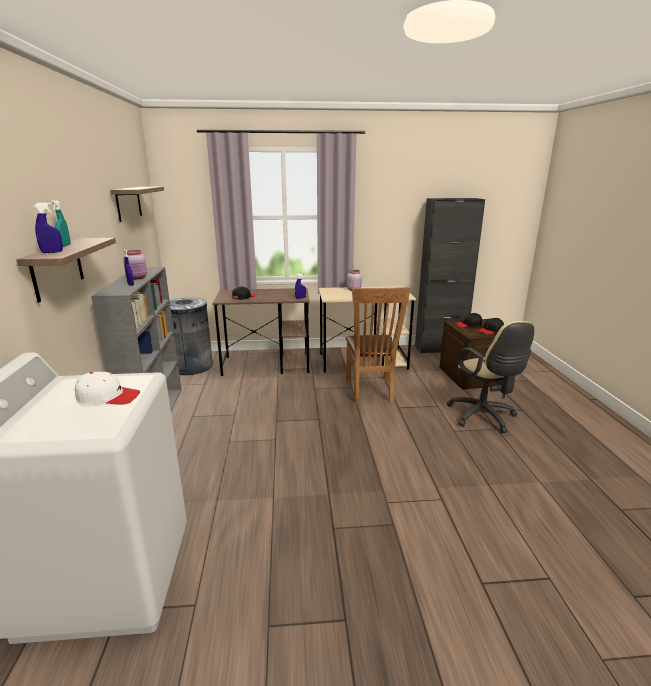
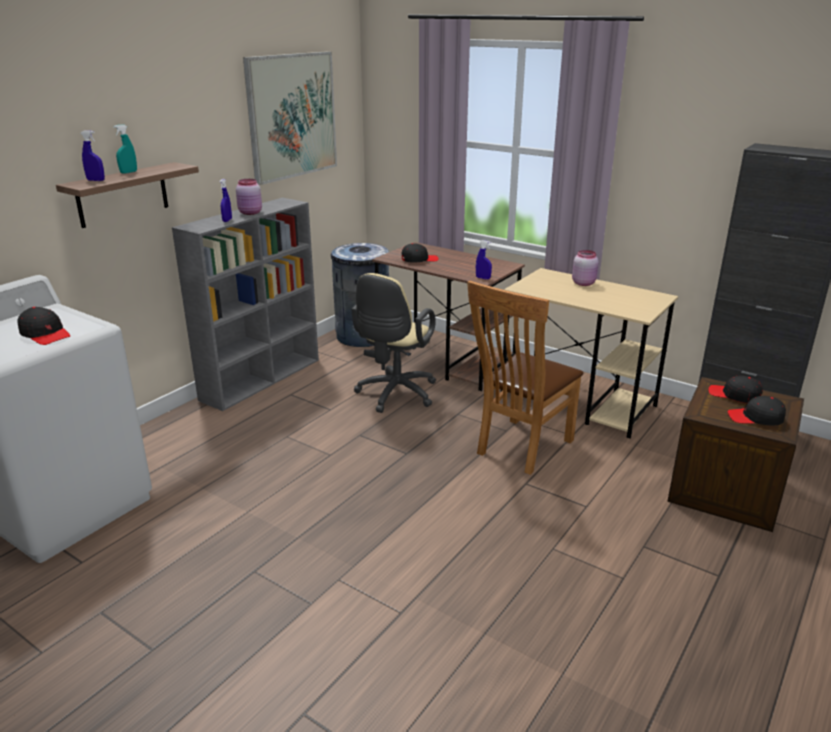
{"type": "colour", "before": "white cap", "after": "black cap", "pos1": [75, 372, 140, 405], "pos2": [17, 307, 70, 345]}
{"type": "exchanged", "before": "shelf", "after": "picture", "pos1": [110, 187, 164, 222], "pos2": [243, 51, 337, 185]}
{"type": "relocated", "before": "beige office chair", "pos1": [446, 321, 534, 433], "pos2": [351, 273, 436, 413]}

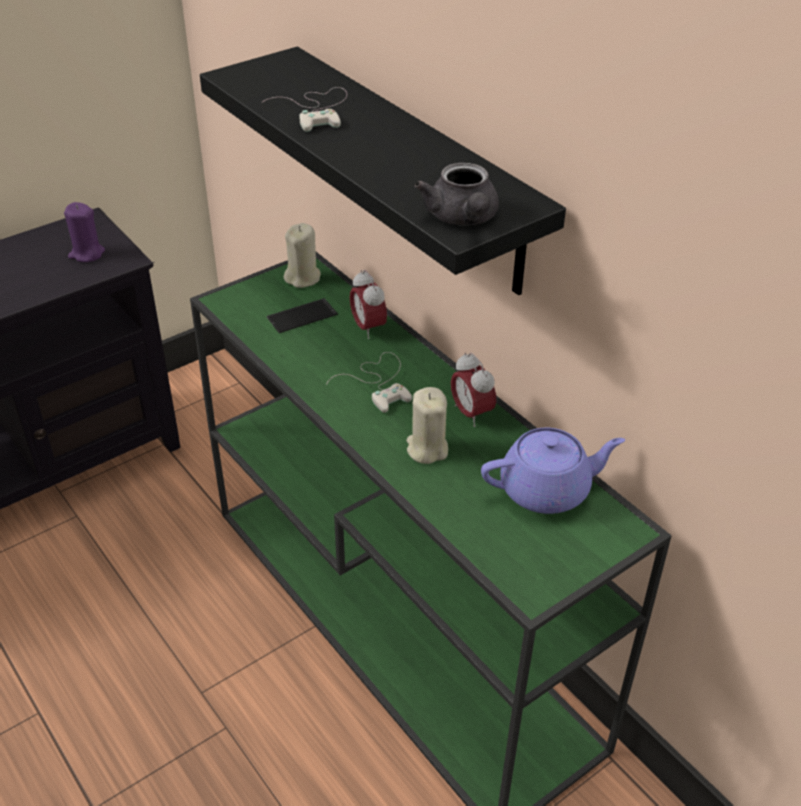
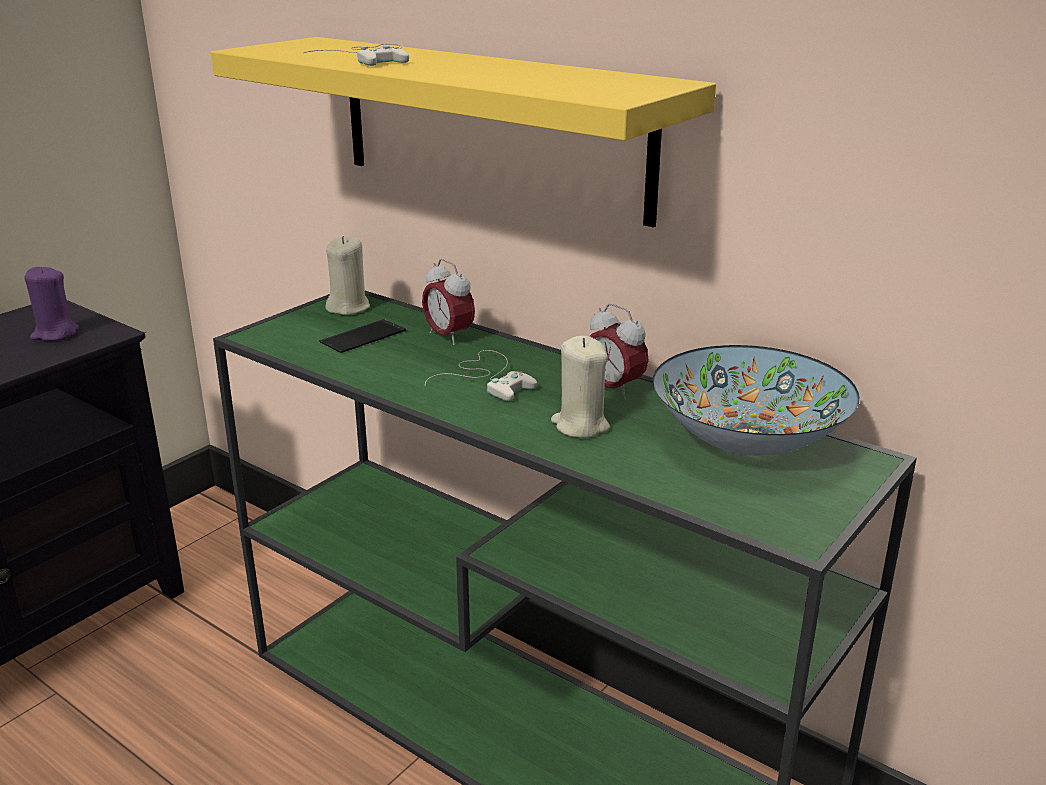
{"type": "colour", "before": "black shelf", "after": "yellow shelf", "pos1": [200, 47, 566, 295], "pos2": [211, 37, 716, 228]}
{"type": "missing", "before": "grey teapot", "pos1": [415, 163, 499, 225]}
{"type": "exchanged", "before": "purple teapot", "after": "bowl", "pos1": [481, 428, 625, 514], "pos2": [653, 345, 860, 456]}

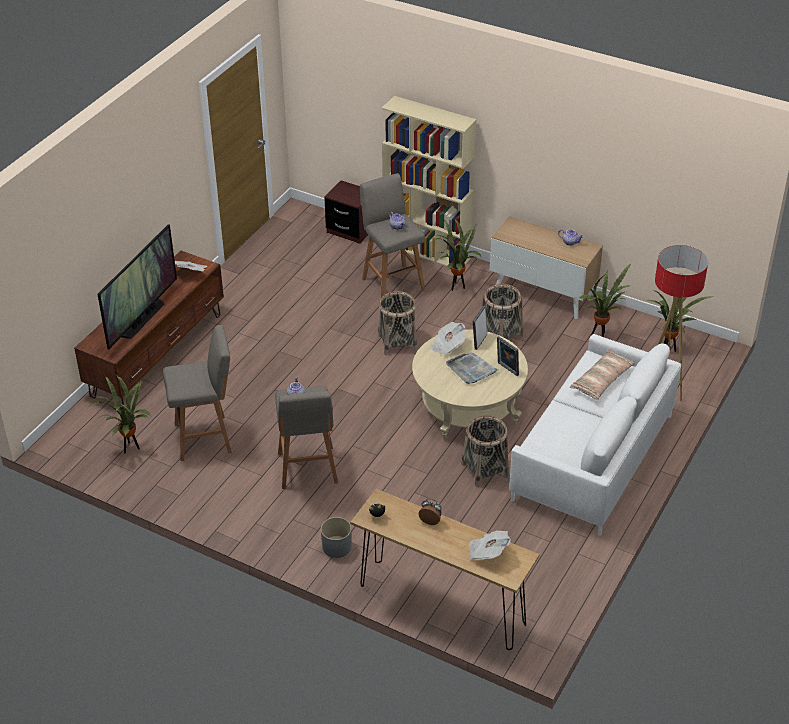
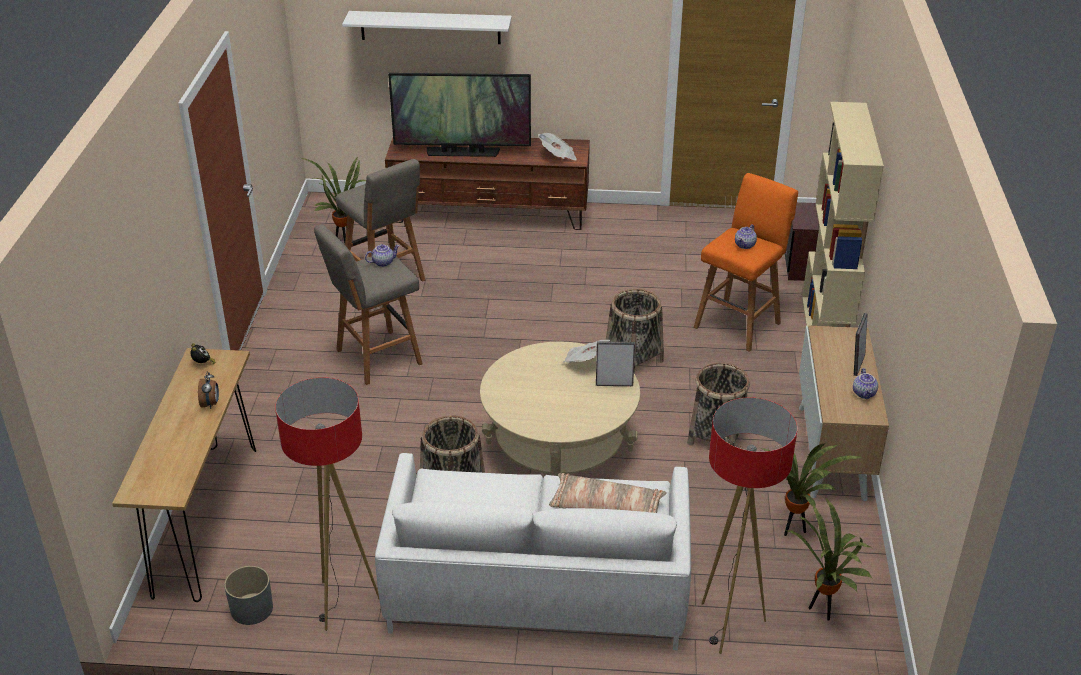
{"type": "relocated", "before": "grey planter", "pos1": [321, 517, 352, 558], "pos2": [224, 566, 273, 625]}
{"type": "colour", "before": "grey stool", "after": "orange stool", "pos1": [360, 173, 425, 297], "pos2": [694, 173, 798, 352]}
{"type": "missing", "before": "potted plant", "pos1": [432, 218, 481, 291]}
{"type": "missing", "before": "grey tray", "pos1": [446, 352, 498, 384]}
{"type": "missing", "before": "newspaper", "pos1": [469, 531, 511, 560]}
{"type": "relocated", "before": "picture frame", "pos1": [497, 336, 519, 376], "pos2": [854, 313, 868, 376]}
{"type": "appeared", "after": "floor lamp", "pos2": [275, 377, 379, 631]}
{"type": "appeared", "after": "white shelf", "pos2": [342, 11, 512, 44]}

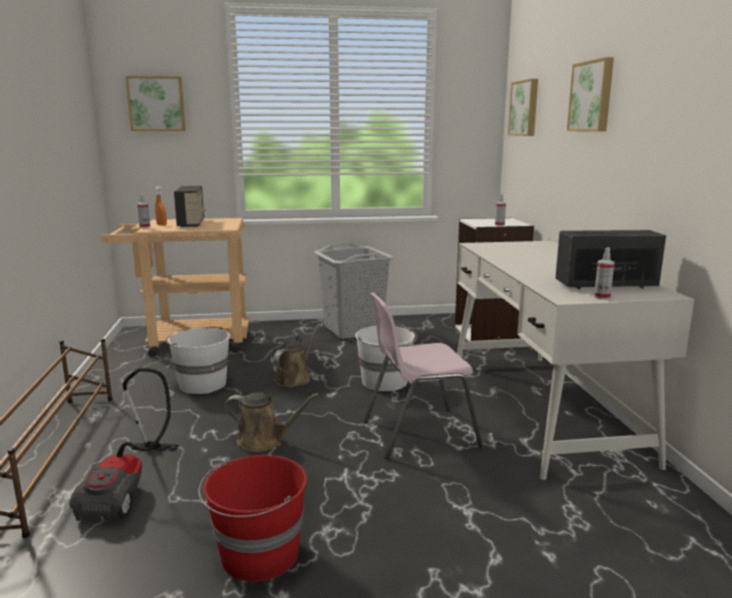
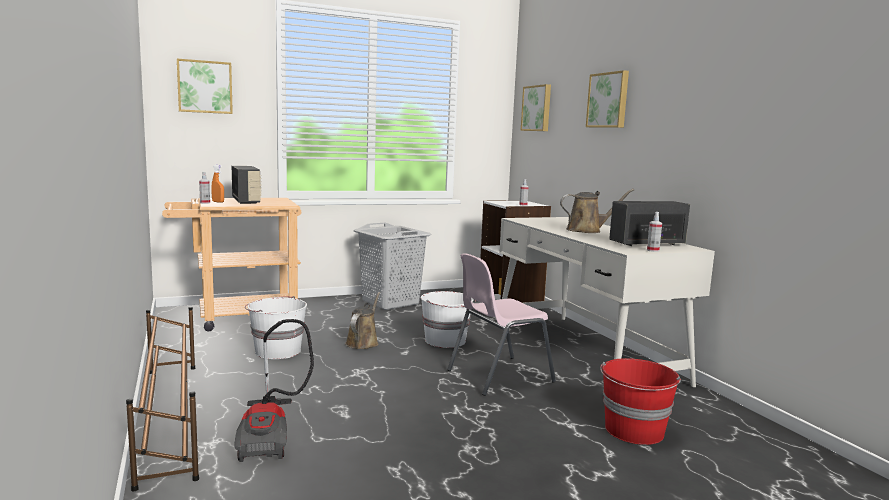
{"type": "relocated", "before": "red bucket", "pos1": [198, 455, 307, 582], "pos2": [600, 358, 681, 445]}
{"type": "relocated", "before": "brown watering can", "pos1": [224, 392, 319, 452], "pos2": [560, 189, 634, 233]}

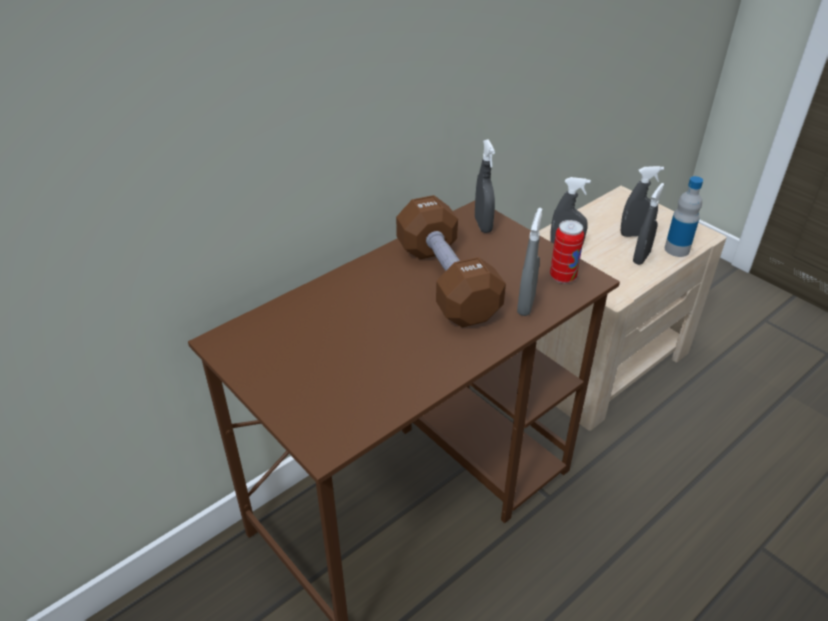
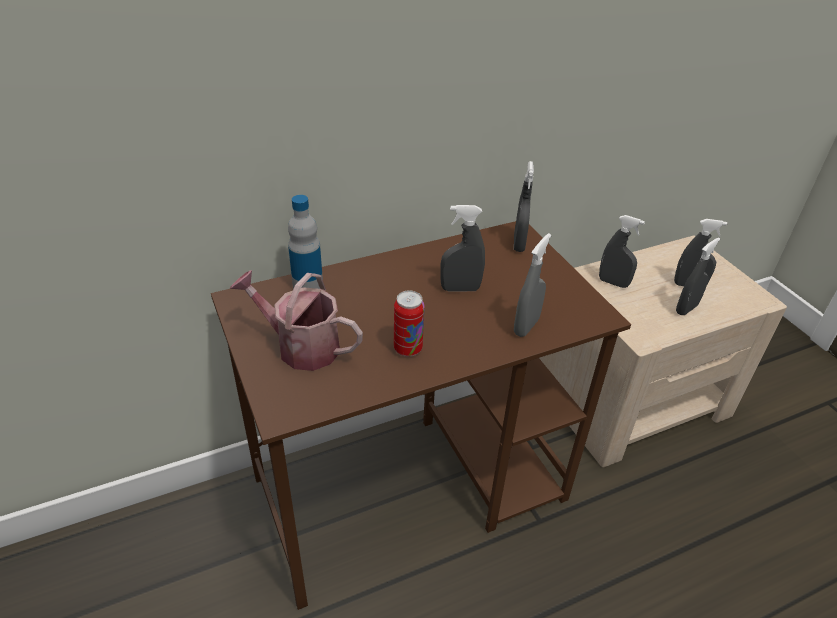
{"type": "exchanged", "before": "brown dumbbell", "after": "grey spray bottle", "pos1": [396, 195, 506, 327], "pos2": [440, 205, 485, 292]}
{"type": "relocated", "before": "can", "pos1": [550, 220, 584, 284], "pos2": [394, 290, 425, 357]}
{"type": "relocated", "before": "bottle", "pos1": [665, 176, 703, 257], "pos2": [288, 195, 323, 289]}
{"type": "appeared", "after": "watering can", "pos2": [230, 270, 363, 371]}

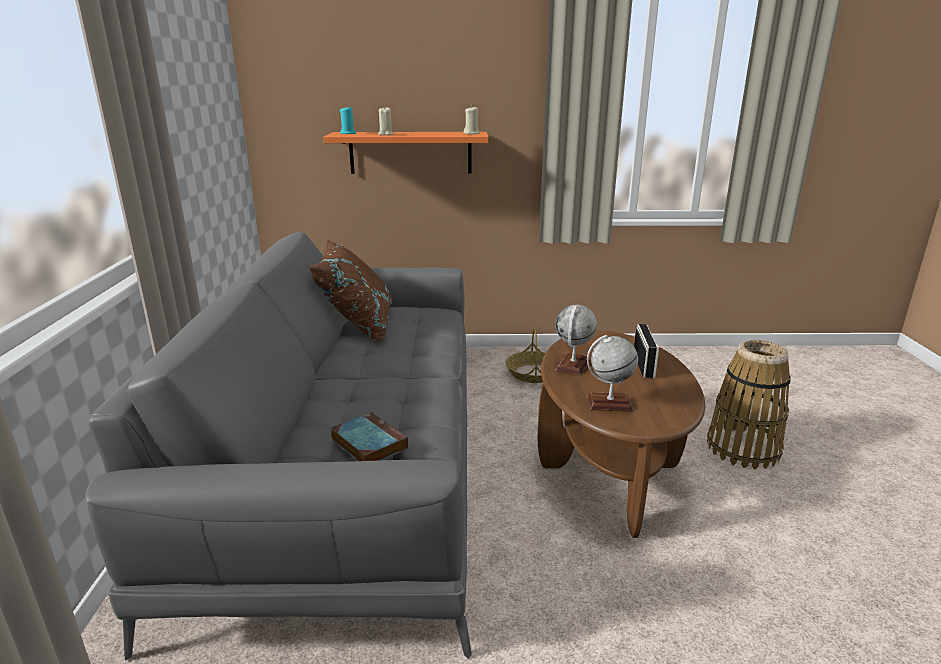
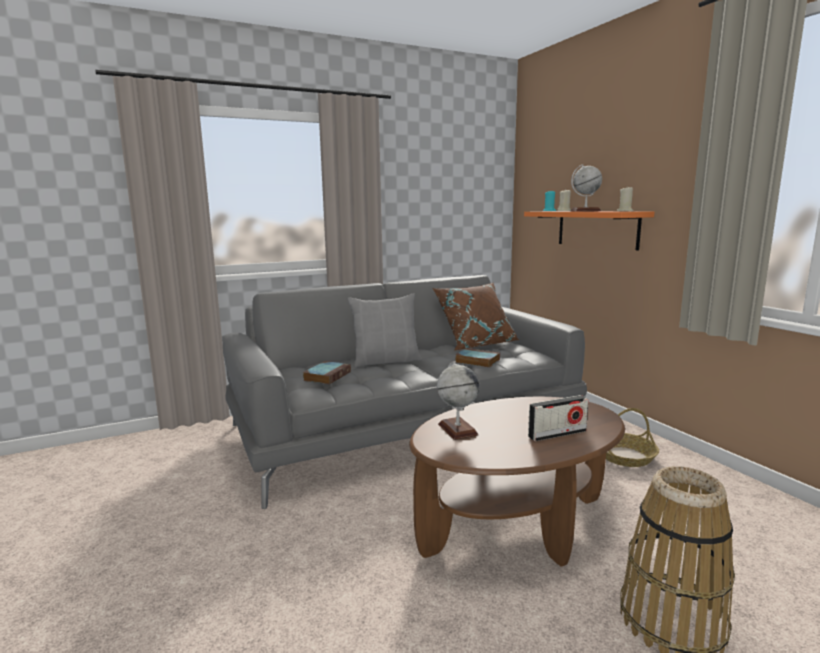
{"type": "relocated", "before": "globe", "pos1": [556, 305, 597, 375], "pos2": [571, 164, 602, 212]}
{"type": "appeared", "after": "grey pillow", "pos2": [347, 293, 422, 368]}
{"type": "appeared", "after": "book", "pos2": [455, 348, 500, 367]}

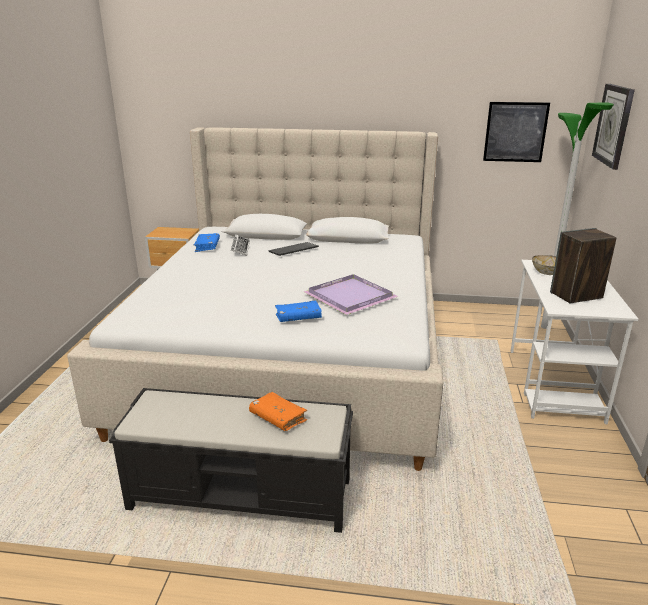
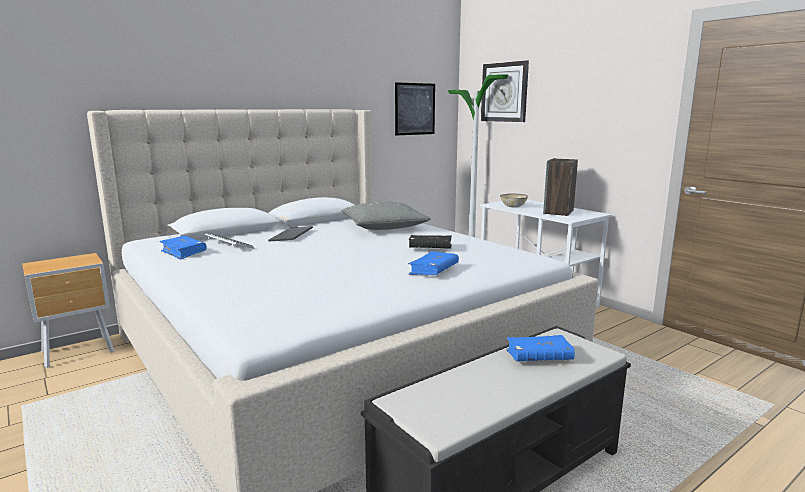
{"type": "colour", "before": "orange book", "after": "blue book", "pos1": [249, 392, 307, 431], "pos2": [506, 335, 575, 361]}
{"type": "exchanged", "before": "purple tray", "after": "black book", "pos1": [304, 274, 398, 315], "pos2": [409, 235, 452, 249]}
{"type": "appeared", "after": "grey pillow", "pos2": [341, 202, 431, 230]}

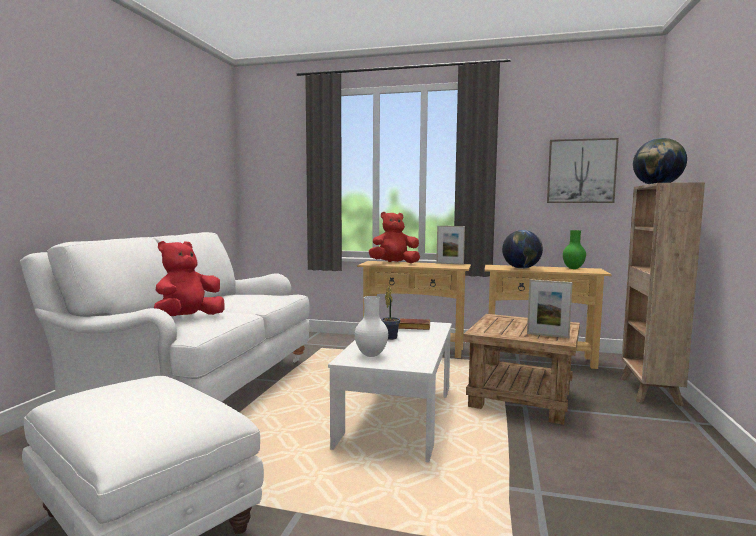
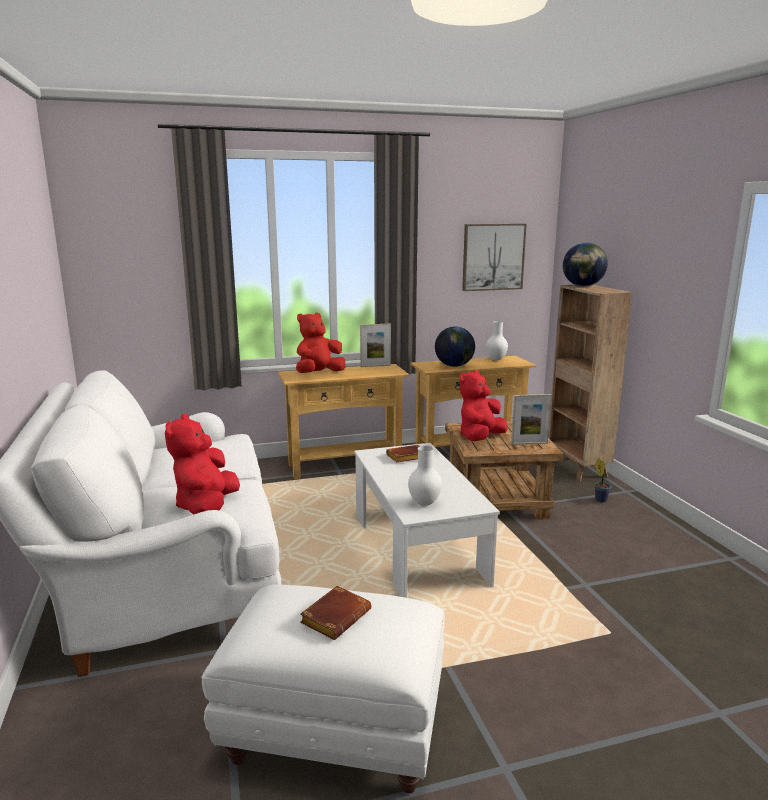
{"type": "relocated", "before": "potted plant", "pos1": [381, 286, 400, 340], "pos2": [594, 457, 611, 503]}
{"type": "colour", "before": "green vase", "after": "white vase", "pos1": [563, 230, 586, 269], "pos2": [486, 321, 508, 361]}
{"type": "appeared", "after": "brown book", "pos2": [300, 586, 371, 640]}
{"type": "appeared", "after": "red plush toy", "pos2": [460, 370, 508, 441]}

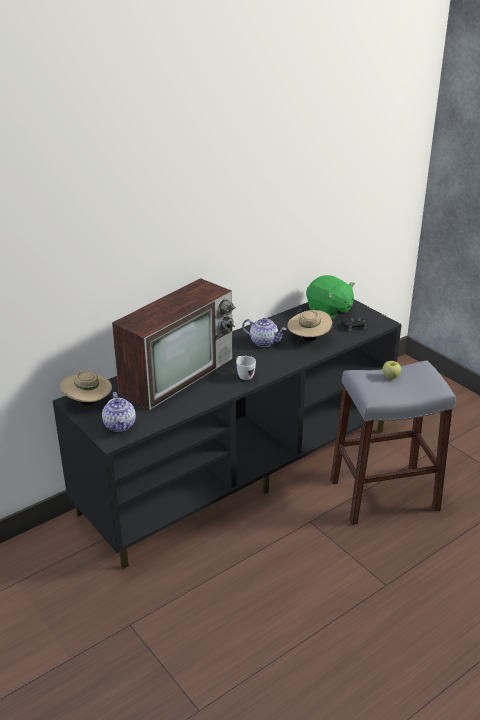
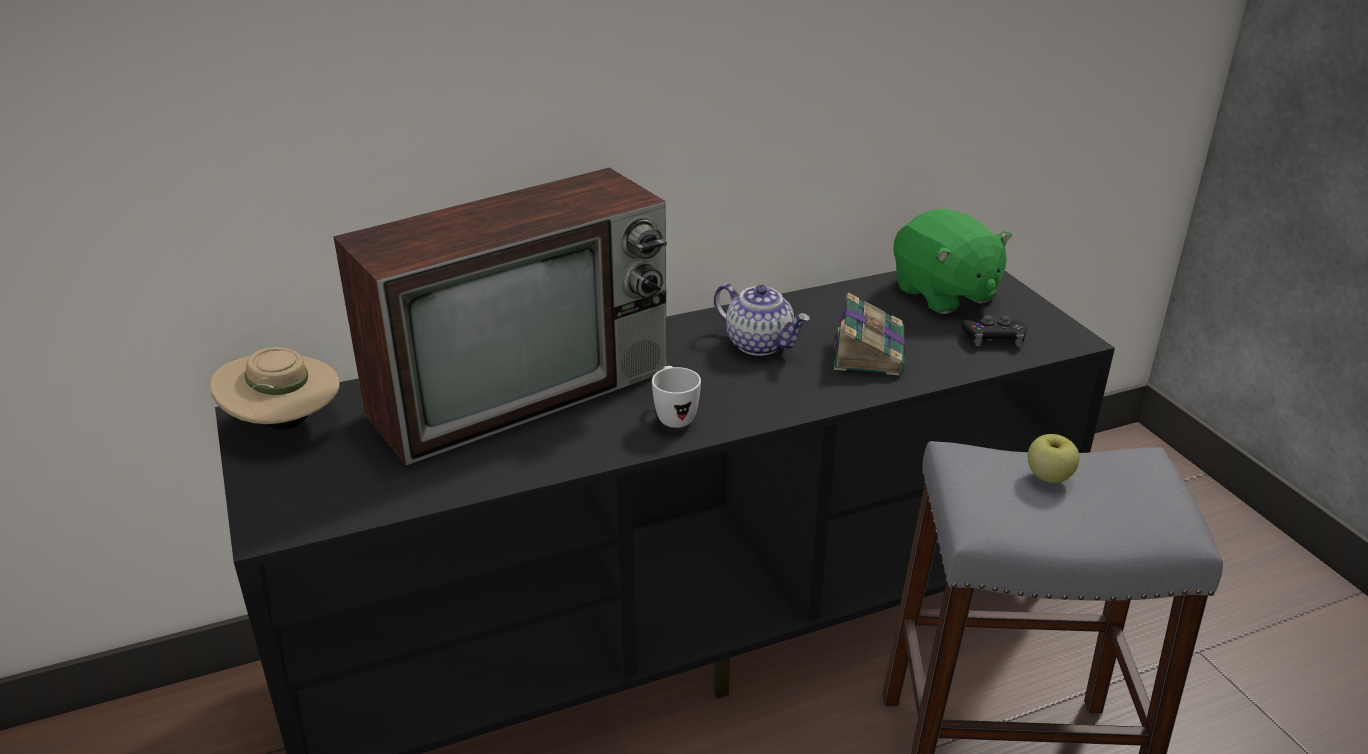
{"type": "missing", "before": "teapot", "pos1": [102, 392, 136, 432]}
{"type": "exchanged", "before": "beige hat", "after": "book", "pos1": [287, 309, 332, 341], "pos2": [834, 293, 906, 376]}

